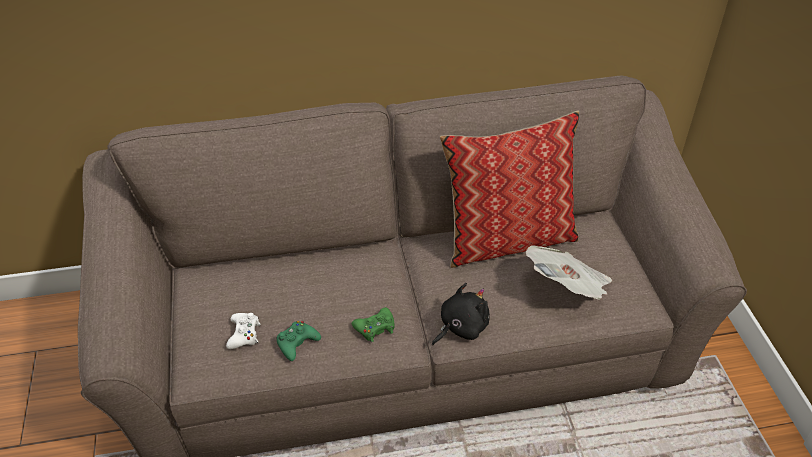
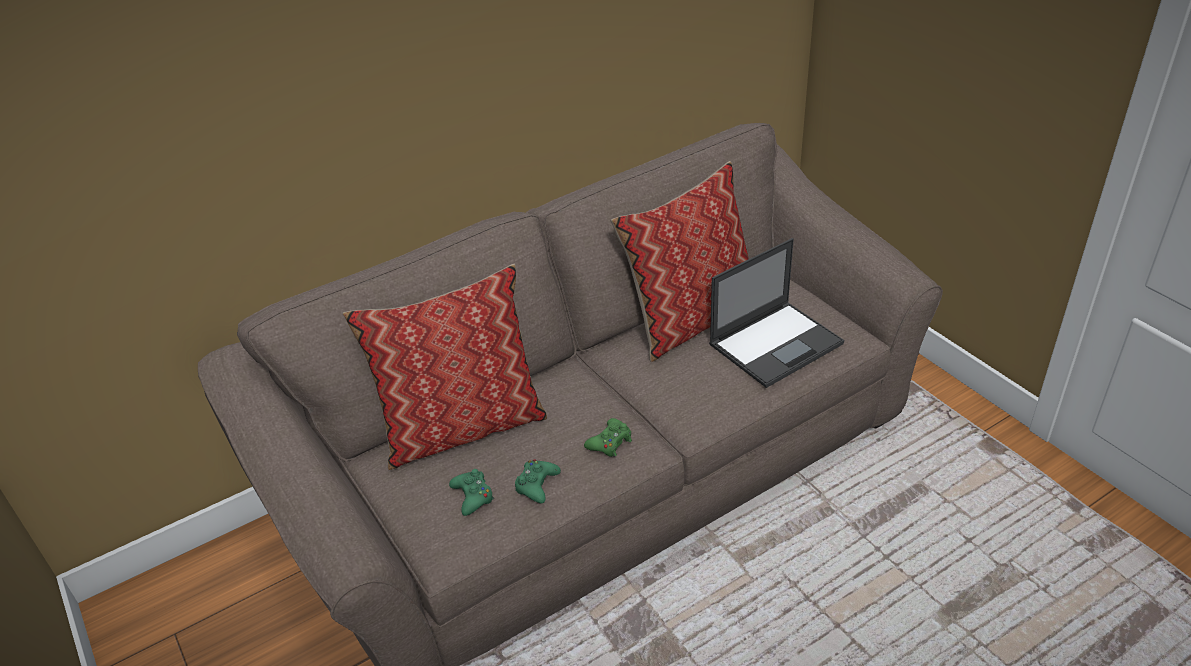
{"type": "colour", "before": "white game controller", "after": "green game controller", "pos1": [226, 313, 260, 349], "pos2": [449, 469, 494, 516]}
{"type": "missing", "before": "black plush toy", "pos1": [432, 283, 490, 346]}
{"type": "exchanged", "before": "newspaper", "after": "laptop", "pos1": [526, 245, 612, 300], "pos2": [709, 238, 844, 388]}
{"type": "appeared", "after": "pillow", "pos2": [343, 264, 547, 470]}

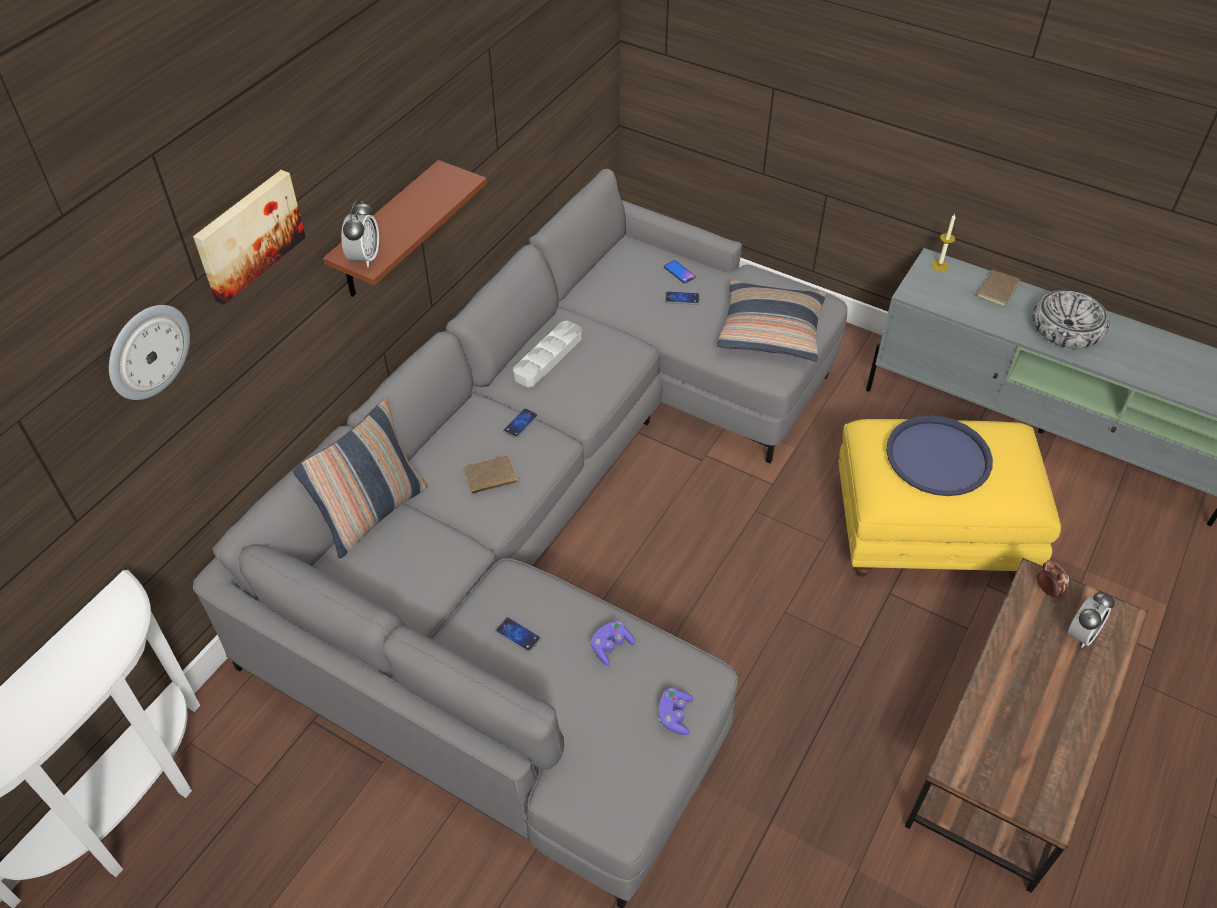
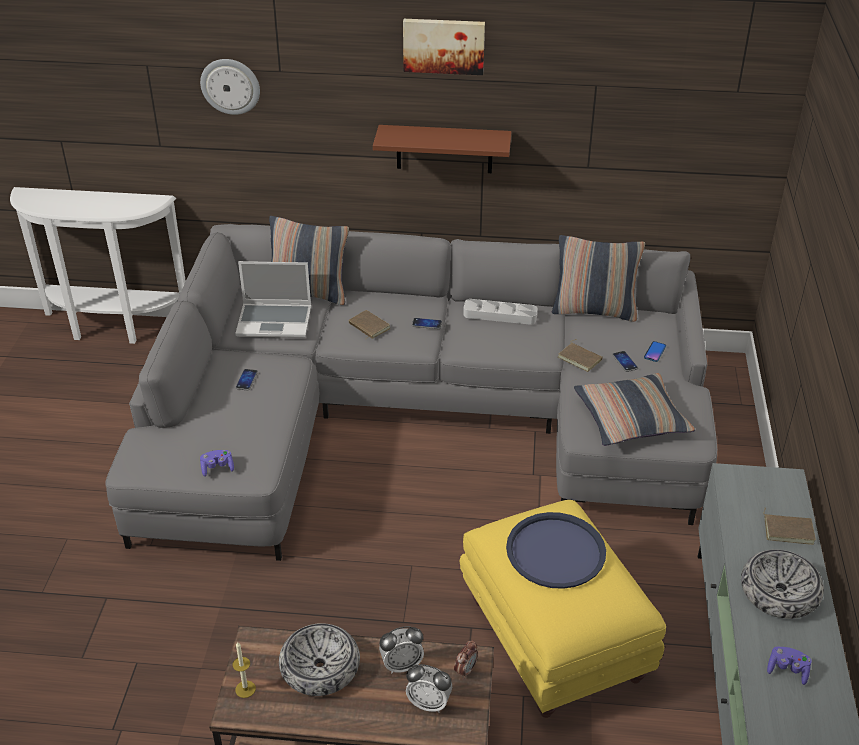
{"type": "relocated", "before": "picture", "pos1": [193, 170, 306, 305], "pos2": [403, 19, 485, 75]}
{"type": "relocated", "before": "alarm clock", "pos1": [341, 201, 379, 268], "pos2": [379, 626, 424, 674]}
{"type": "relocated", "before": "purple game controller", "pos1": [591, 621, 635, 666], "pos2": [767, 646, 811, 685]}
{"type": "relocated", "before": "candle", "pos1": [931, 214, 956, 272], "pos2": [233, 642, 256, 698]}
{"type": "appeared", "after": "laptop", "pos2": [235, 261, 311, 338]}
{"type": "appeared", "after": "bowl", "pos2": [279, 623, 360, 696]}
{"type": "appeared", "after": "pillow", "pos2": [552, 235, 645, 322]}
{"type": "appeared", "after": "brown book", "pos2": [558, 339, 603, 372]}

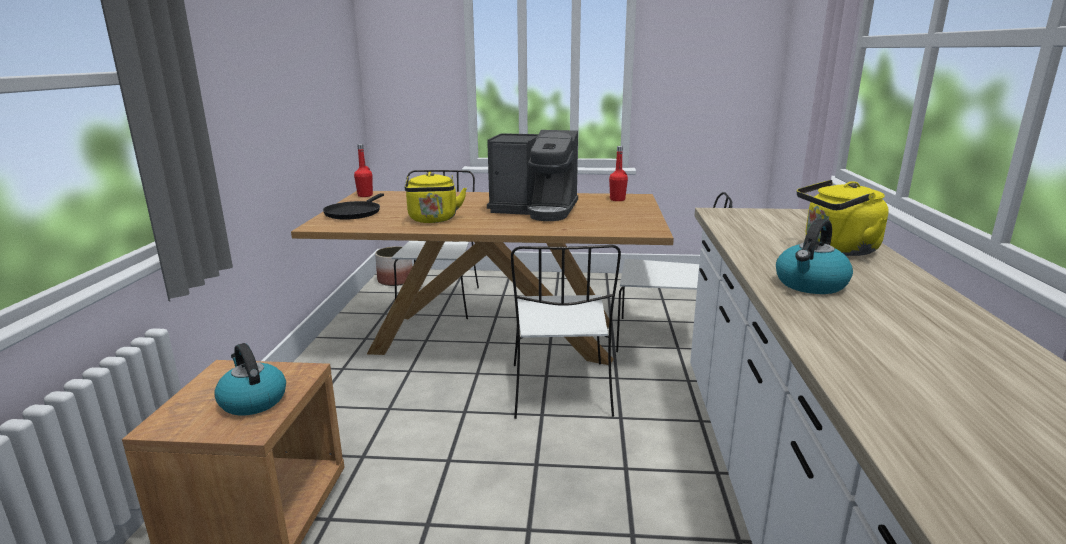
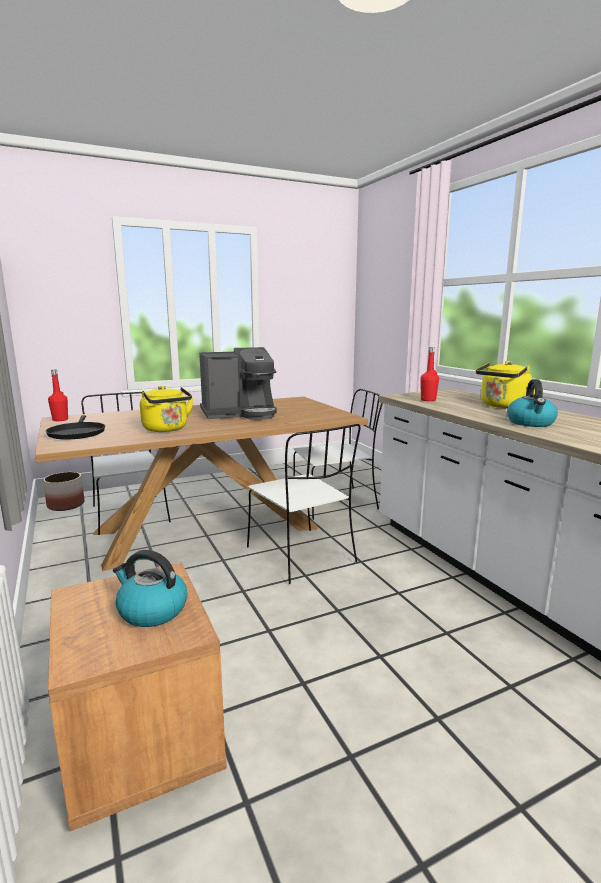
{"type": "relocated", "before": "red bottle", "pos1": [609, 146, 628, 201], "pos2": [420, 347, 439, 401]}

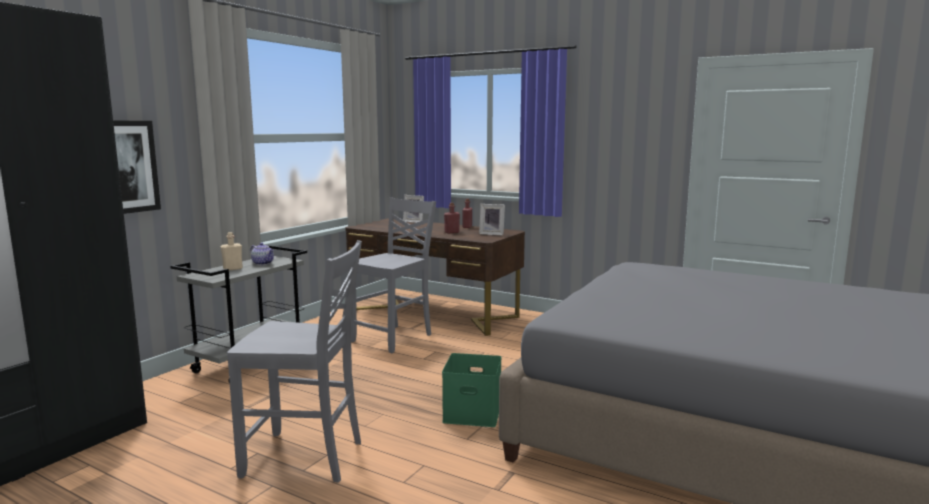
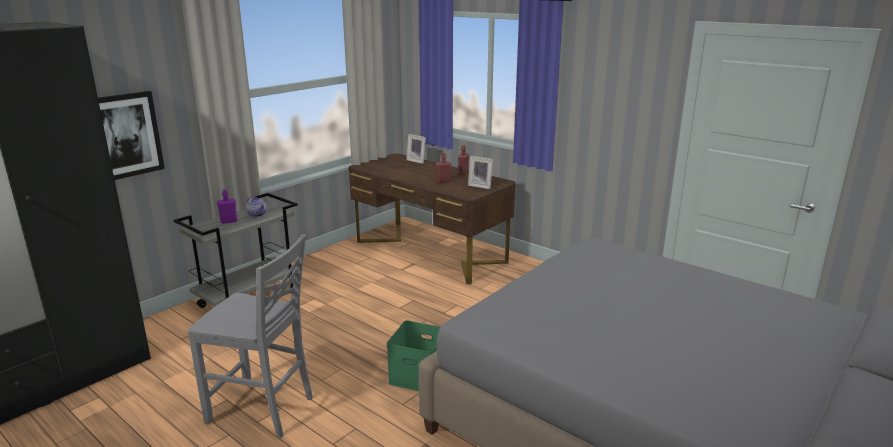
{"type": "colour", "before": "beige bottle", "after": "purple bottle", "pos1": [221, 232, 243, 271], "pos2": [217, 190, 237, 224]}
{"type": "missing", "before": "grey chair", "pos1": [349, 197, 436, 353]}

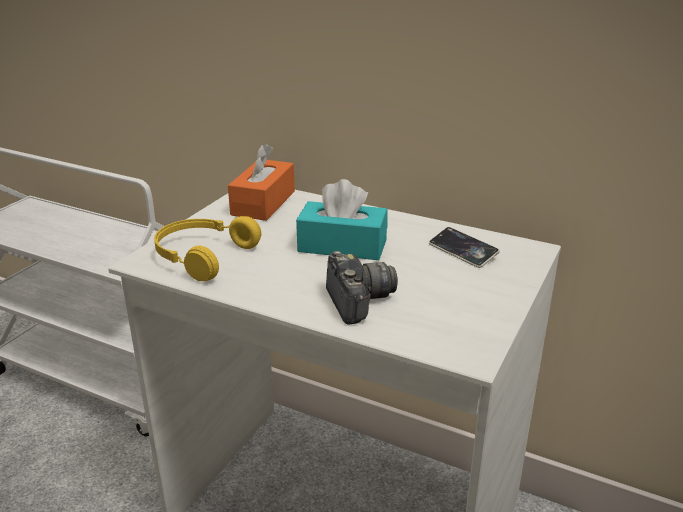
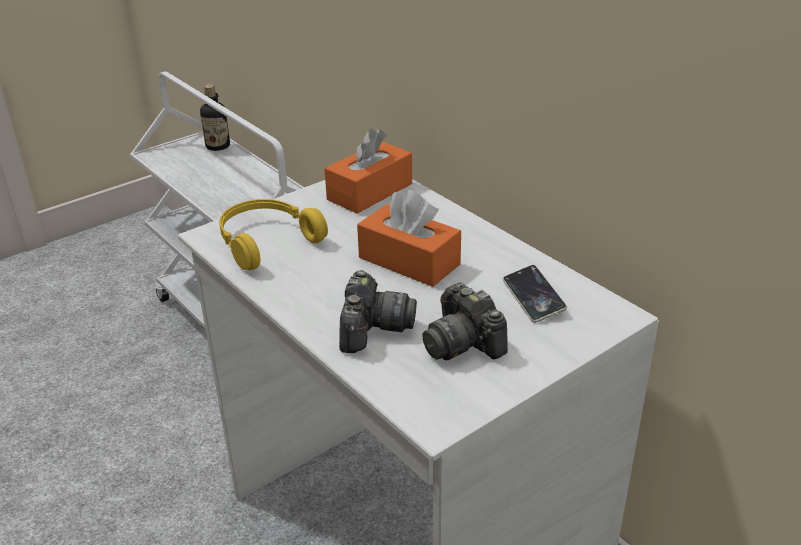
{"type": "colour", "before": "turquoise tissue box", "after": "orange tissue box", "pos1": [296, 179, 388, 260], "pos2": [357, 190, 461, 287]}
{"type": "appeared", "after": "bottle", "pos2": [200, 84, 230, 151]}
{"type": "appeared", "after": "photo camera", "pos2": [422, 283, 508, 360]}

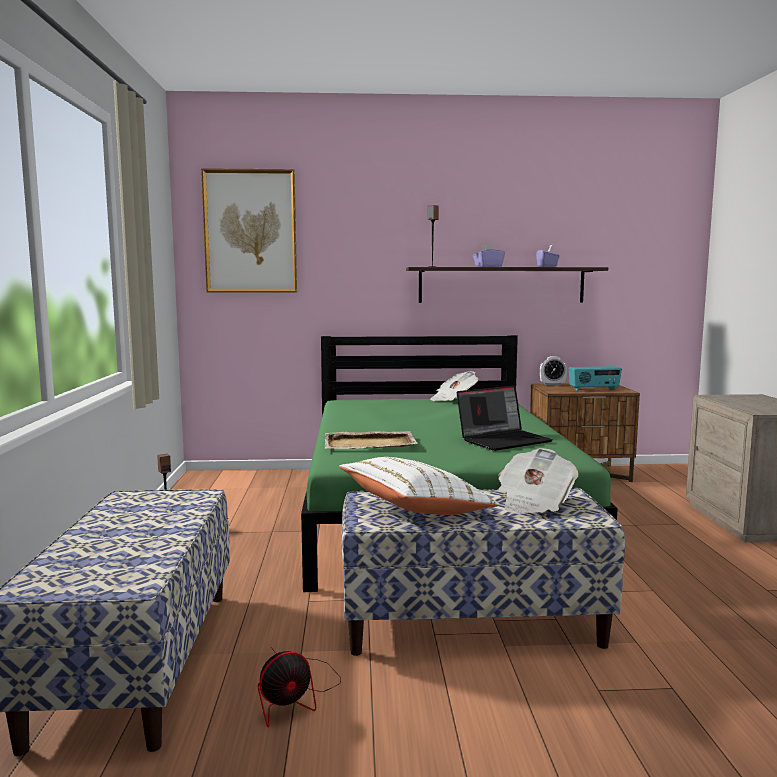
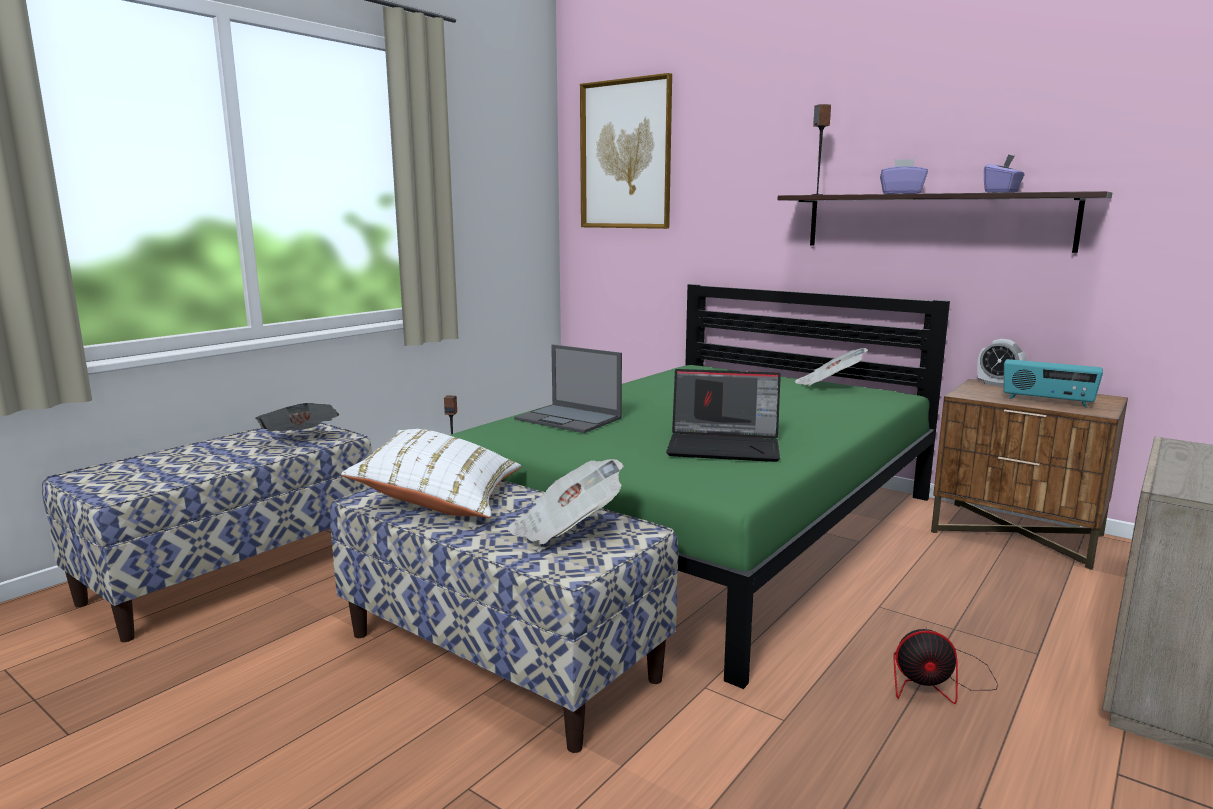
{"type": "relocated", "before": "fan", "pos1": [258, 647, 341, 727], "pos2": [893, 628, 998, 704]}
{"type": "exchanged", "before": "beige tray", "after": "laptop", "pos1": [325, 431, 418, 449], "pos2": [514, 344, 622, 433]}
{"type": "appeared", "after": "newspaper", "pos2": [255, 403, 339, 431]}

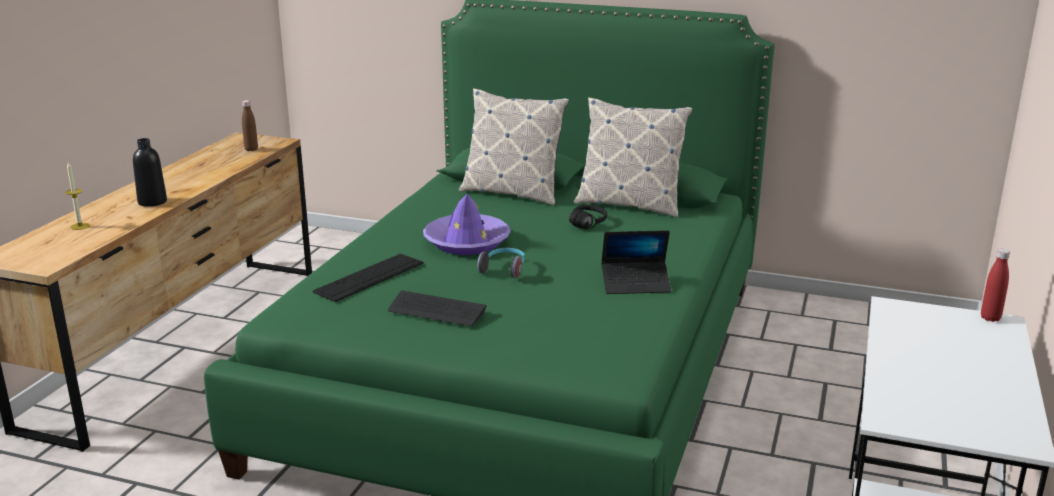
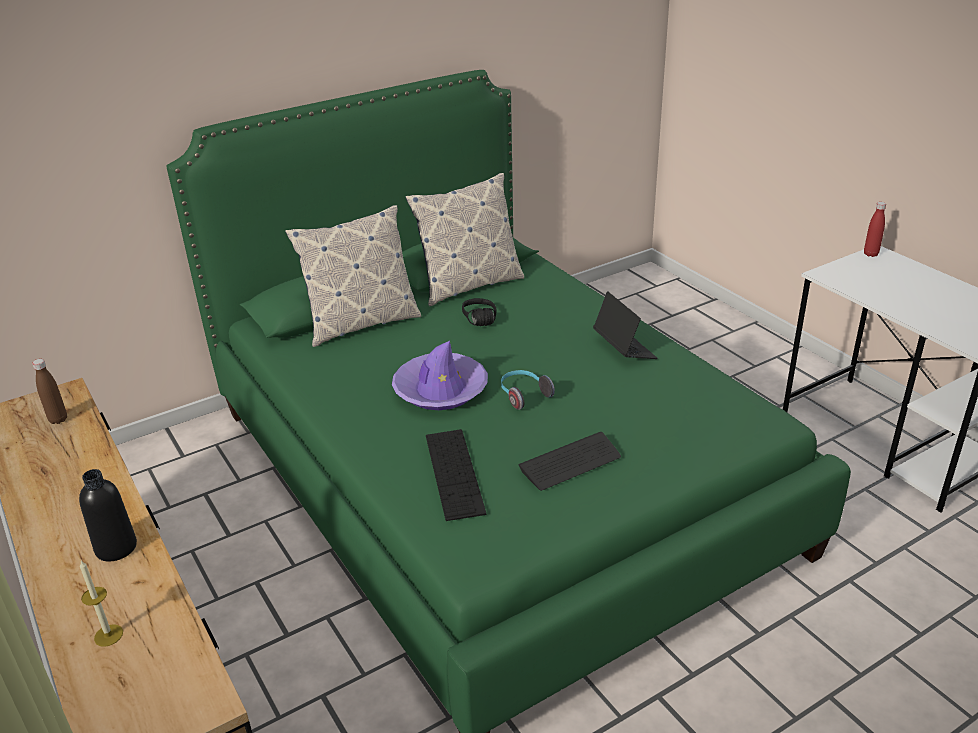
{"type": "spun", "before": "laptop", "pos1": [601, 230, 671, 294], "pos2": [593, 291, 658, 359], "turn": -60}

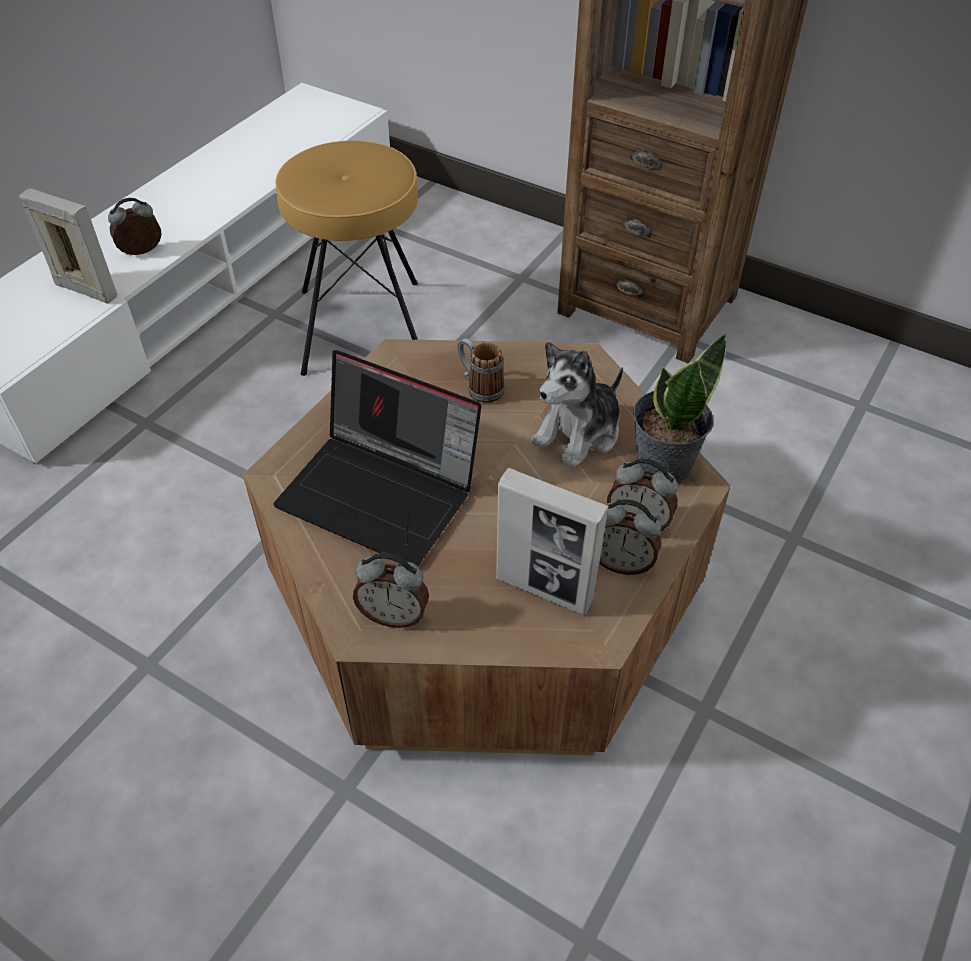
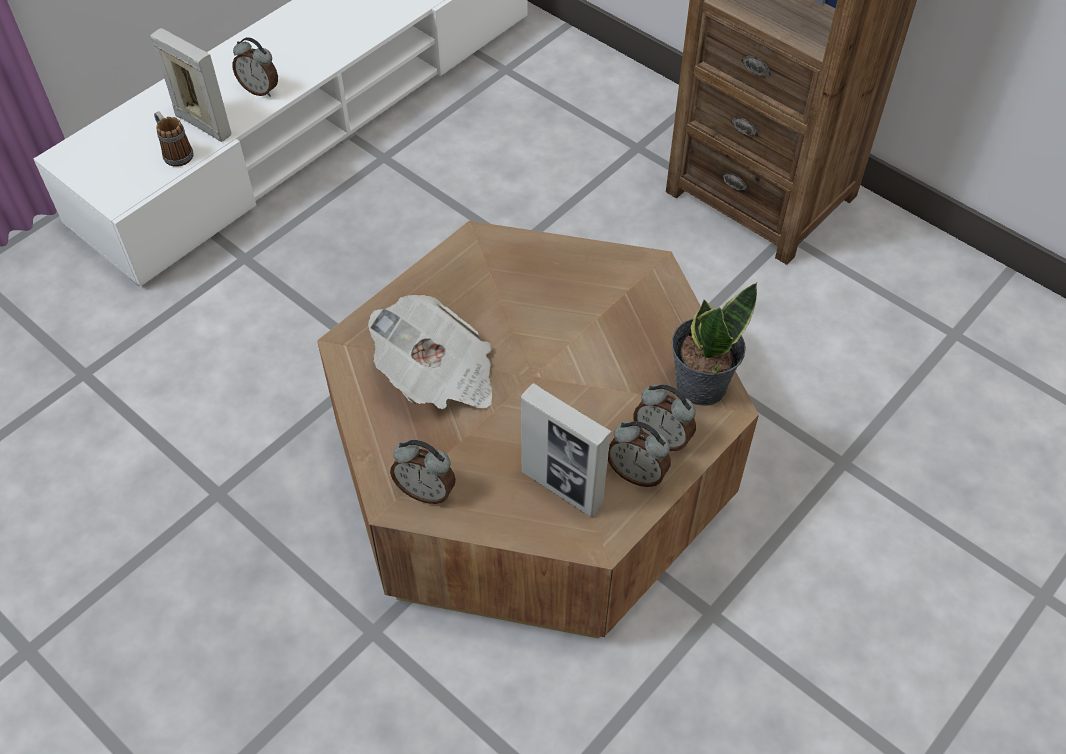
{"type": "spun", "before": "alarm clock", "pos1": [108, 198, 161, 255], "pos2": [232, 37, 278, 97], "turn": -135}
{"type": "exchanged", "before": "laptop", "after": "newspaper", "pos1": [273, 350, 482, 566], "pos2": [368, 295, 492, 409]}
{"type": "missing", "before": "brown stool", "pos1": [275, 141, 418, 376]}
{"type": "relocated", "before": "mug", "pos1": [457, 338, 505, 403], "pos2": [154, 111, 194, 167]}
{"type": "missing", "before": "plush toy", "pos1": [531, 342, 623, 469]}

